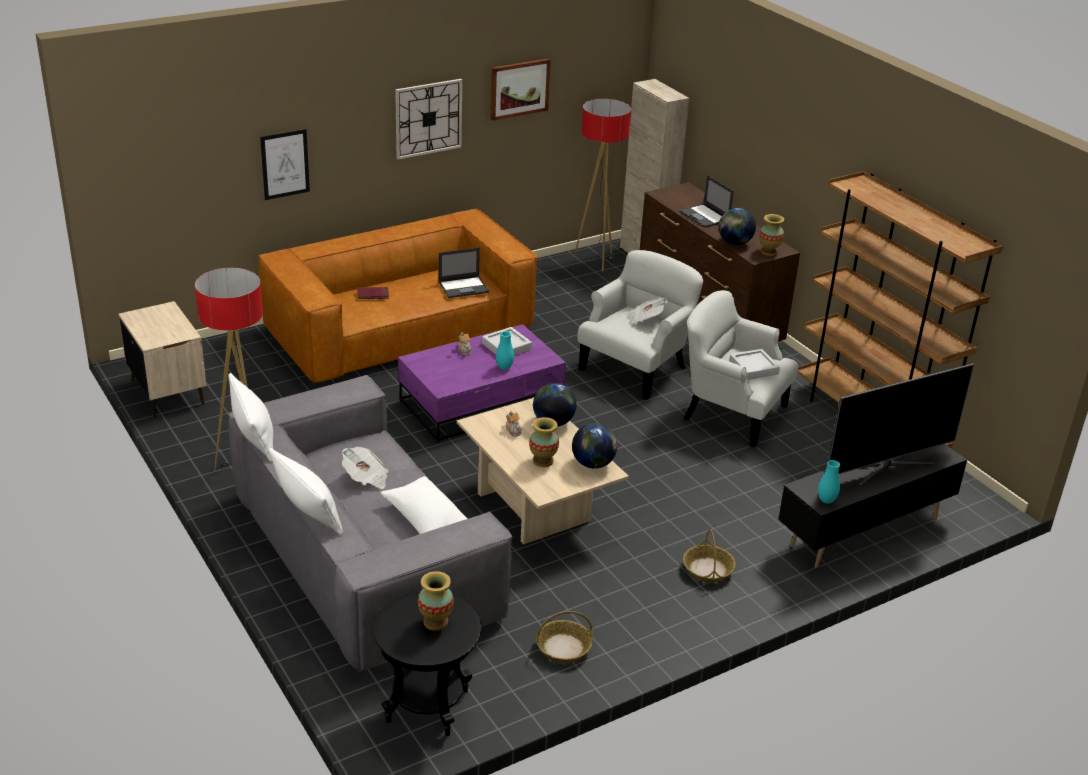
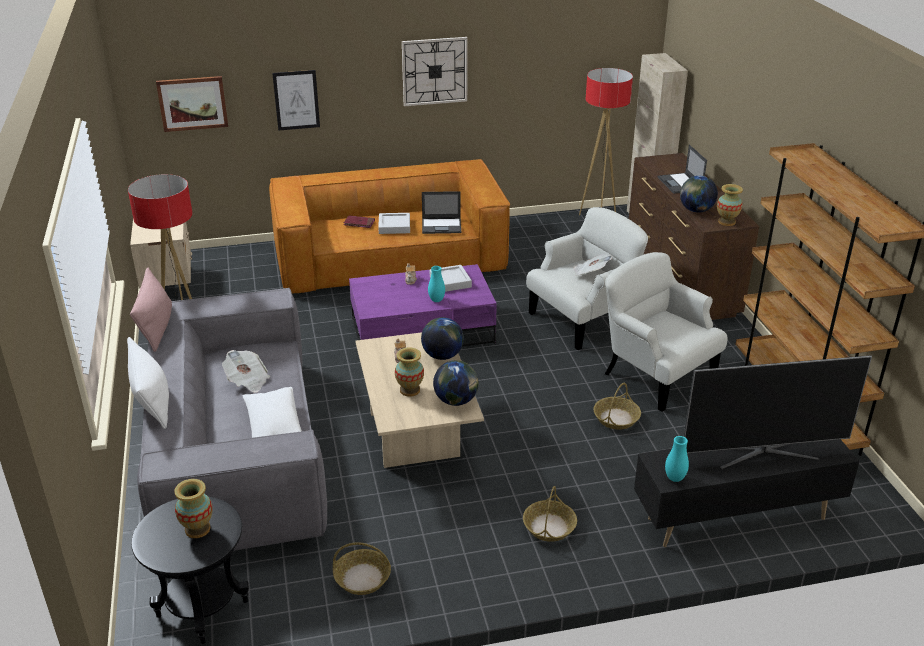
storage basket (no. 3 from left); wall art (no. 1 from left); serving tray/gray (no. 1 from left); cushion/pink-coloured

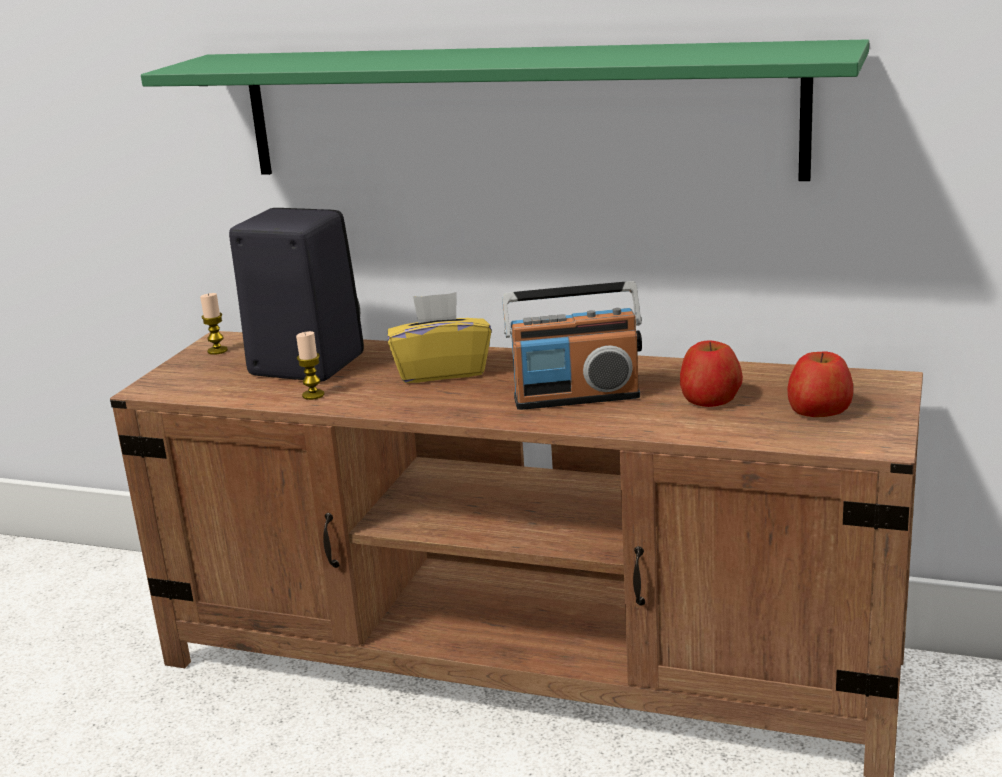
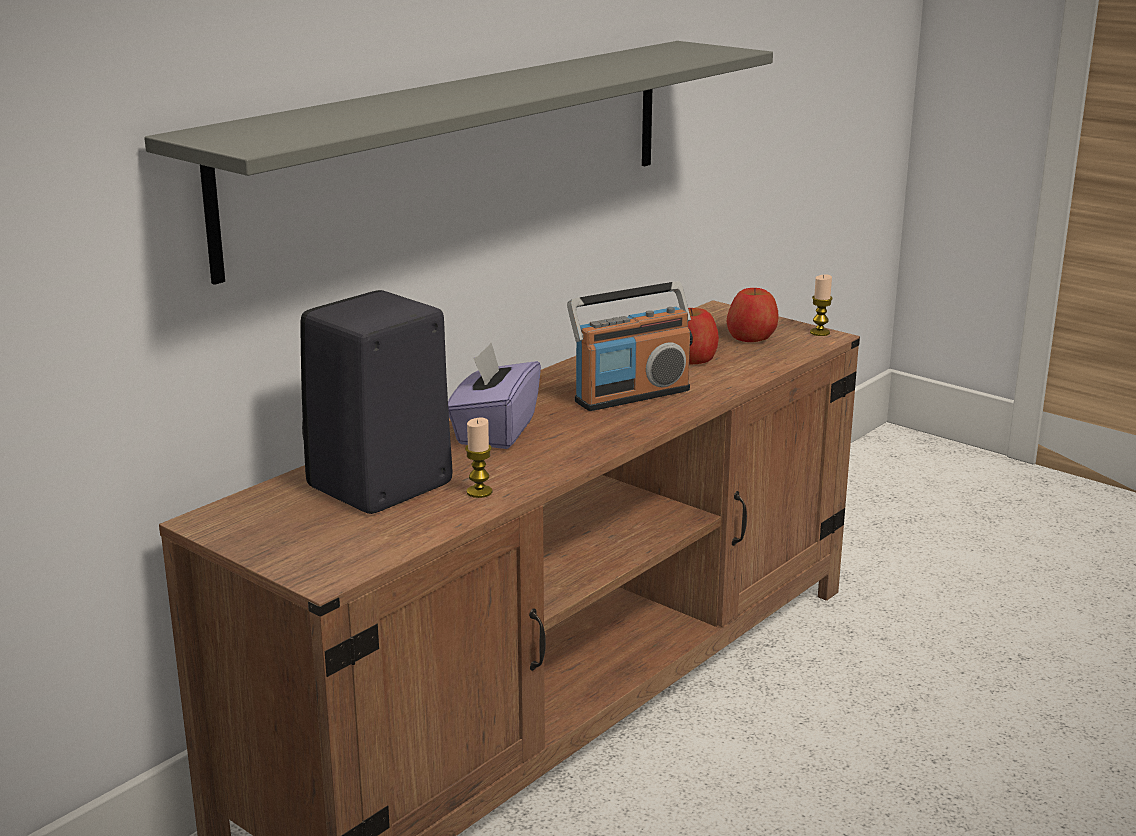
candle (no. 2 from left); wall shelf/gray; tissue holder/purple; radio set

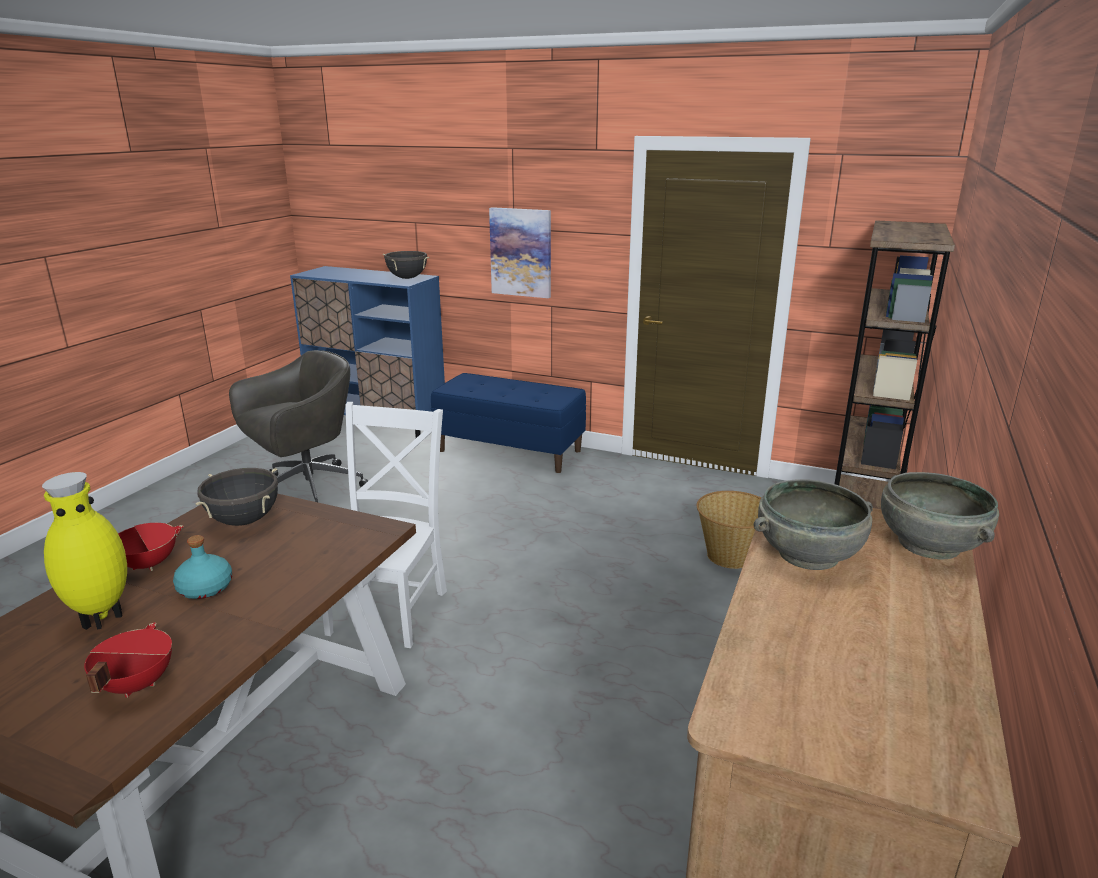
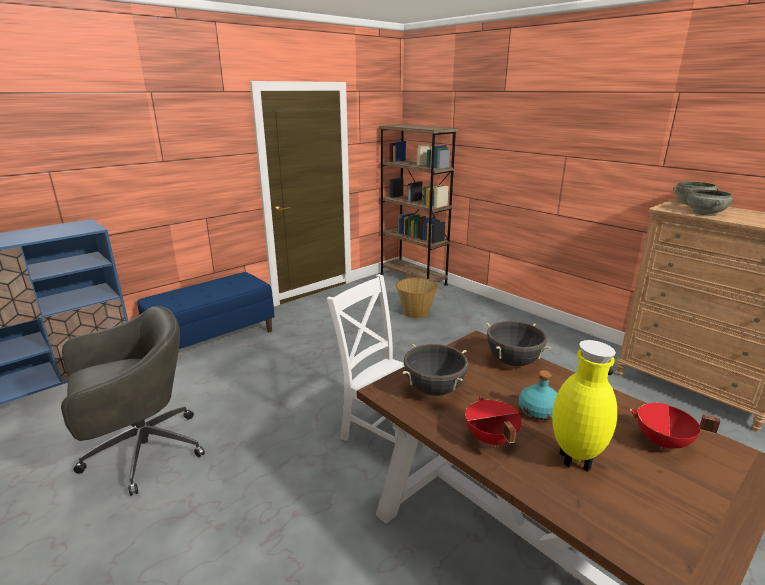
wall art; stockpot/black (no. 2 from left); office chair/gray

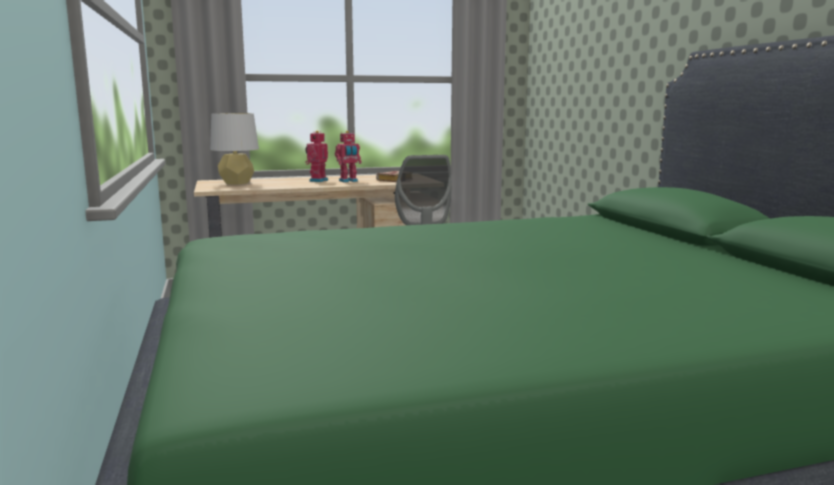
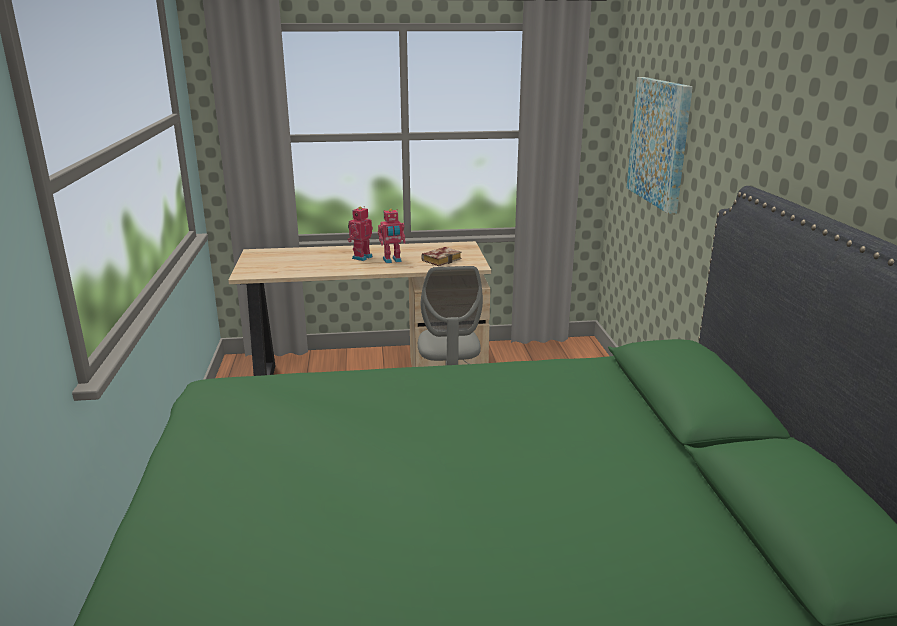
table lamp/gray; wall art

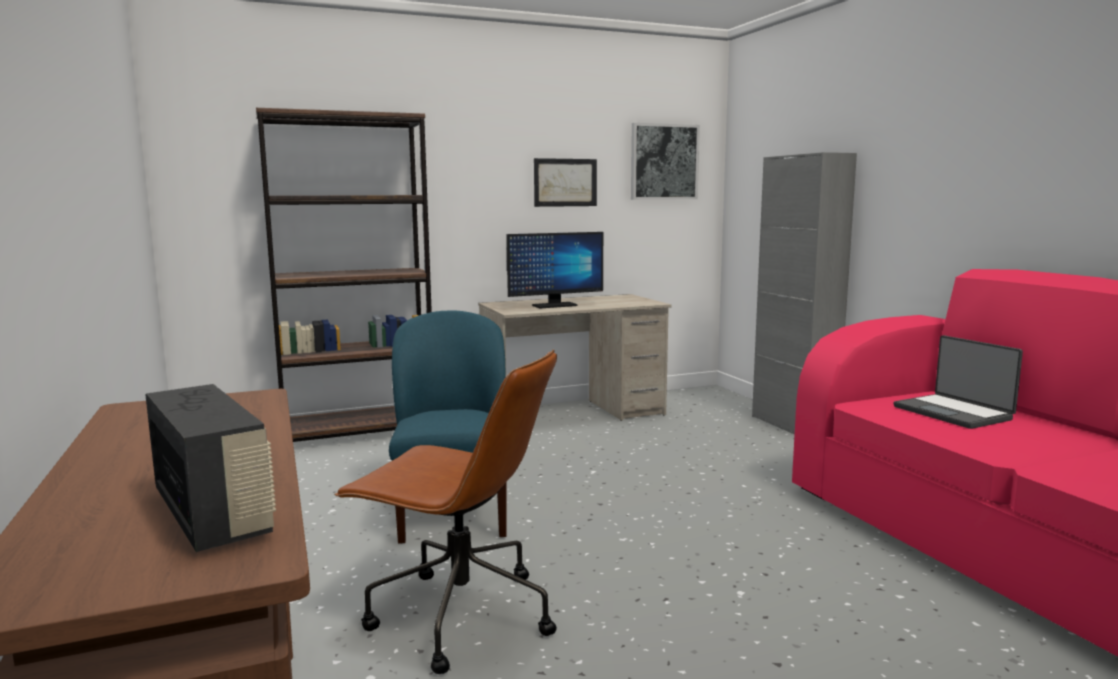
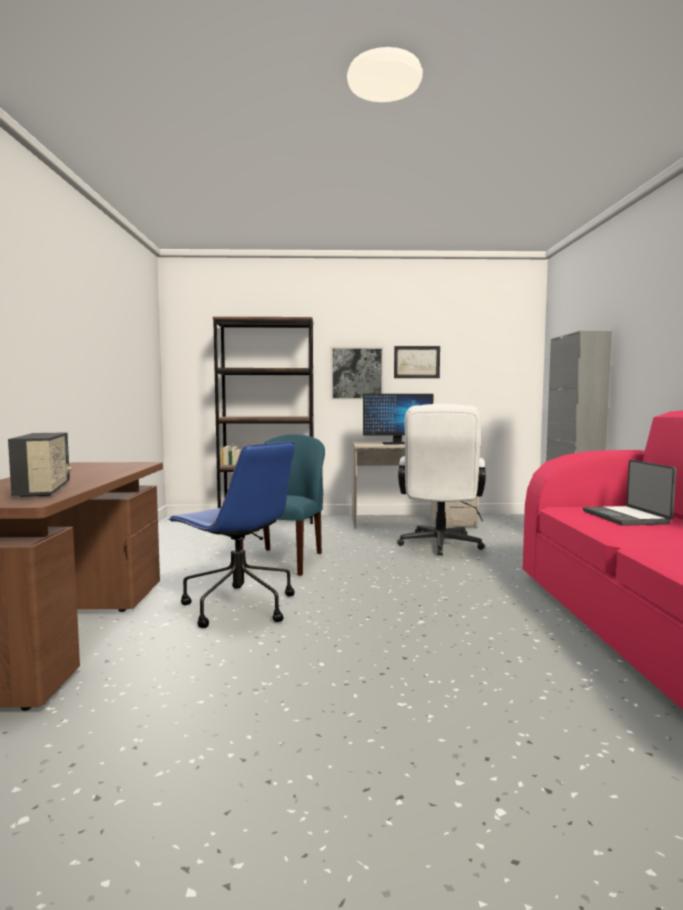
office chair/white; wall art (no. 1 from left); office chair/blue-coloured

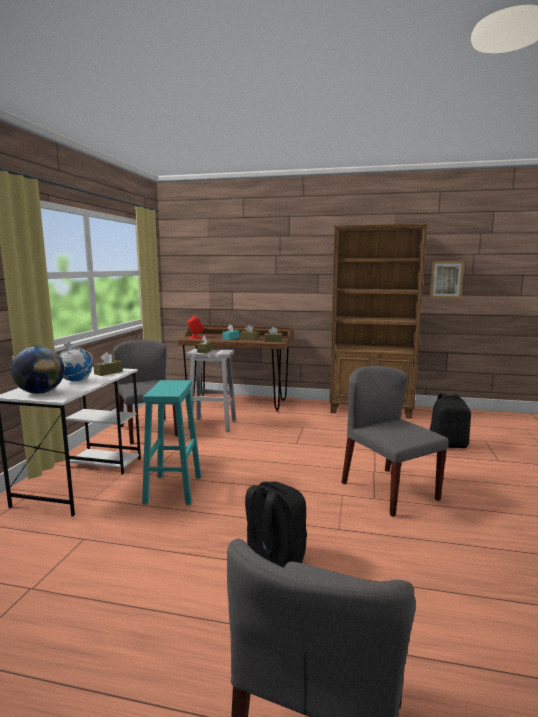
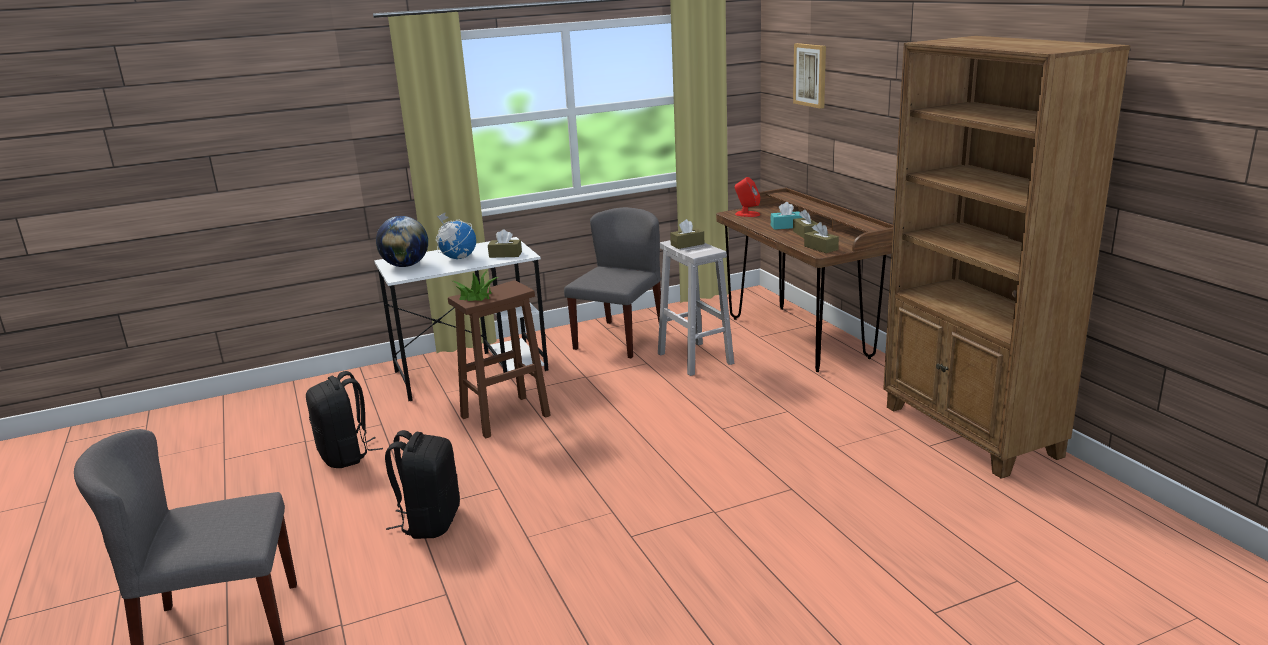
upright chair/gray (no. 3 from left in the first image); potted plant; wall art; rucksack/black (no. 1 from left); stool seat/brown-coloured

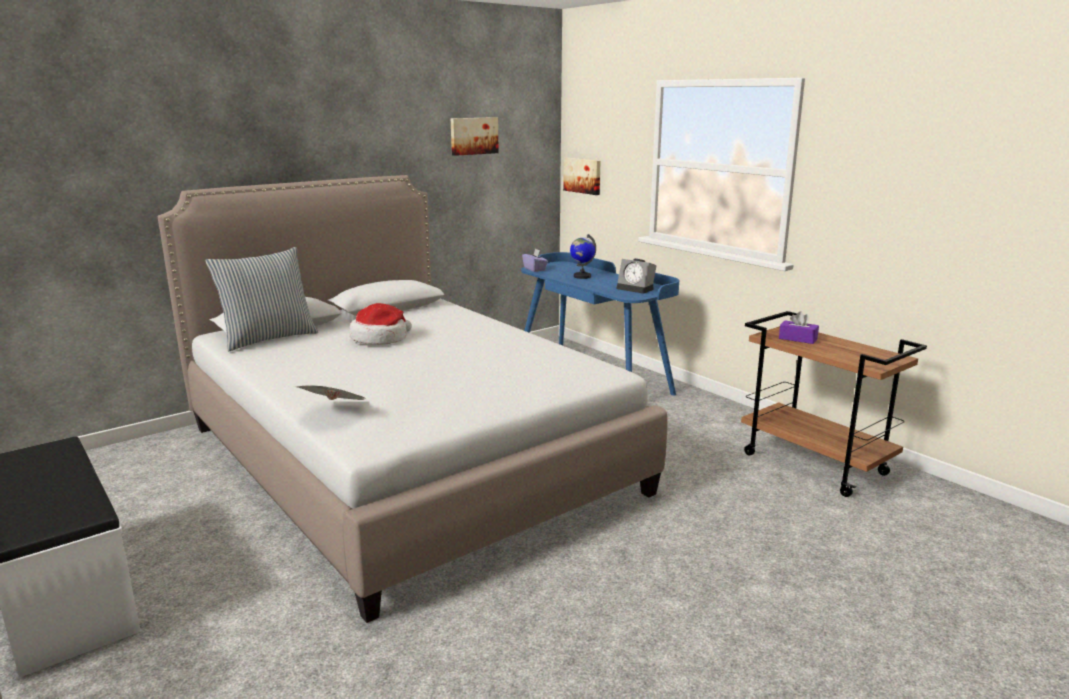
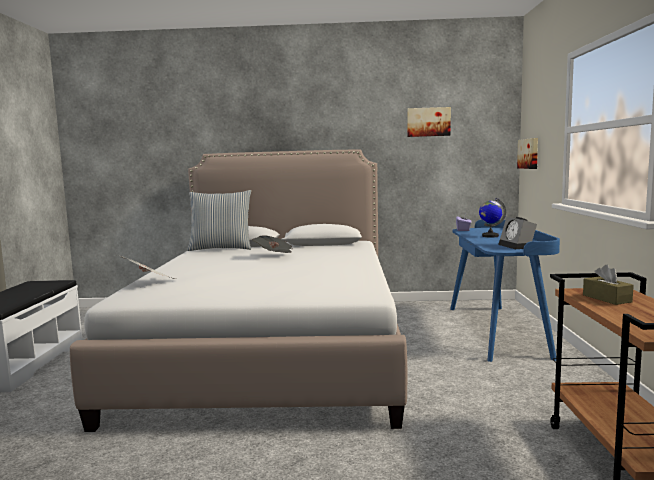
newspaper (no. 2 from left); tissue holder/brown-coloured

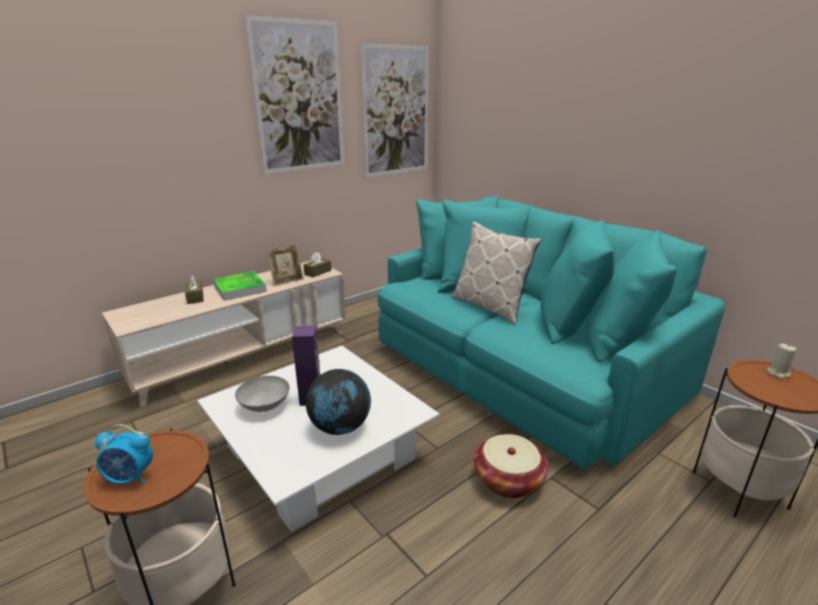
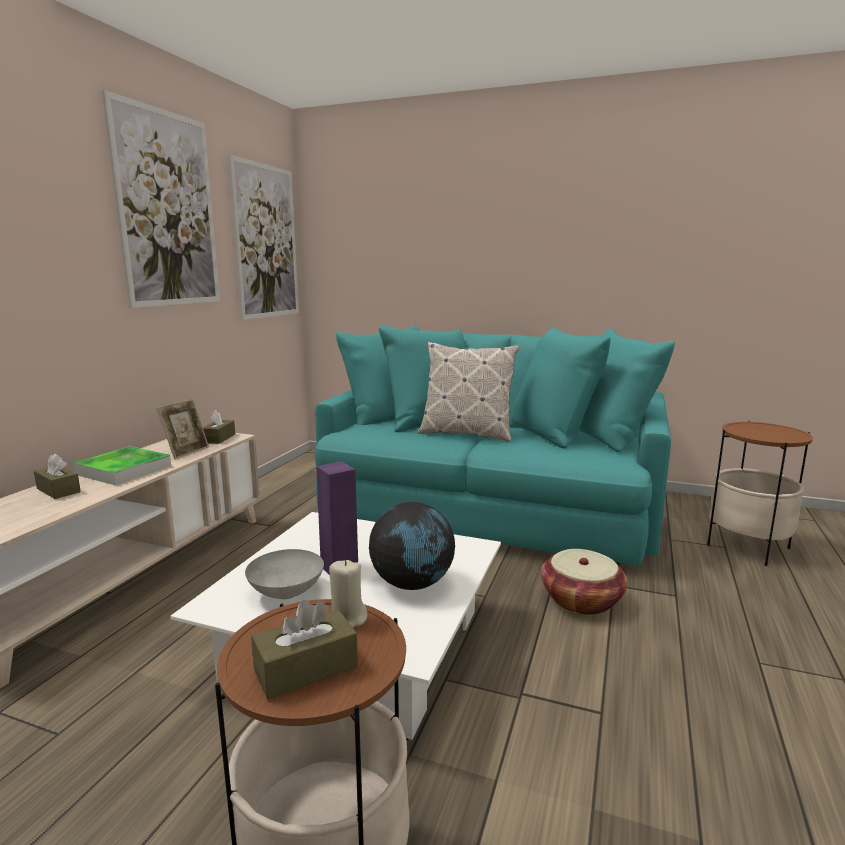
candle/beige; tissue holder/brown-coloured (no. 3 from left)

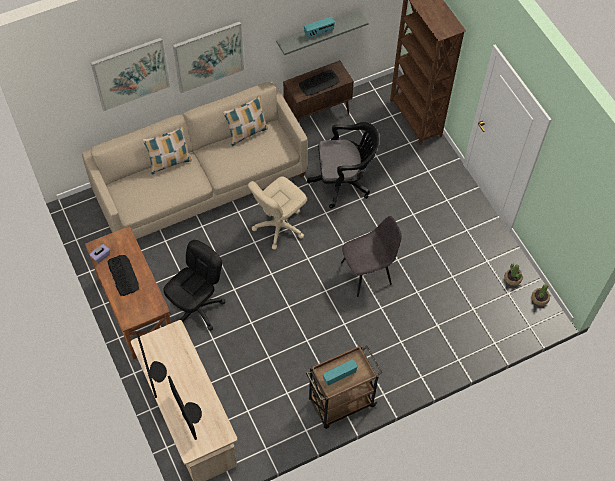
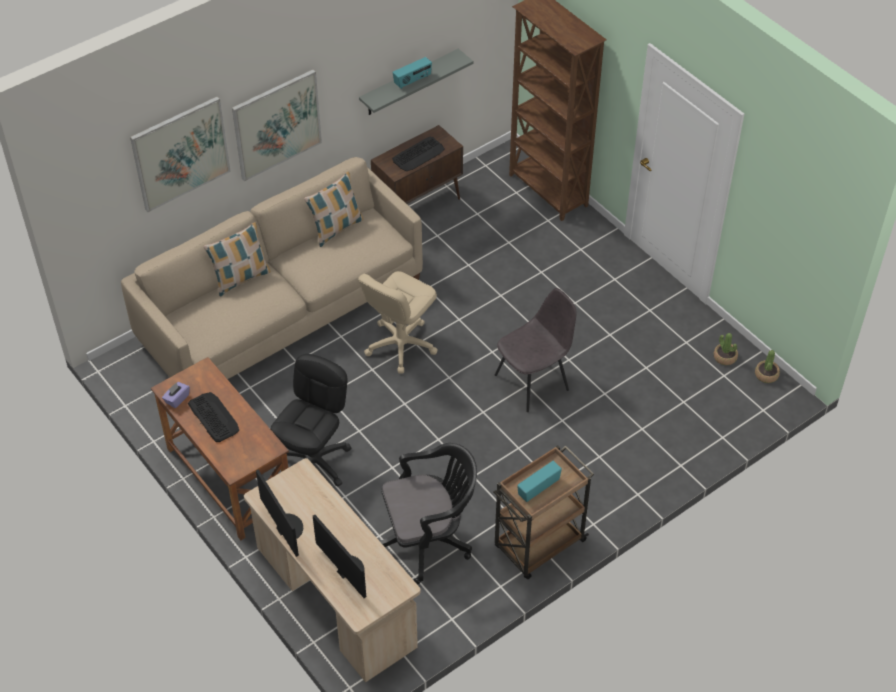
office chair/black (no. 2 from left)

